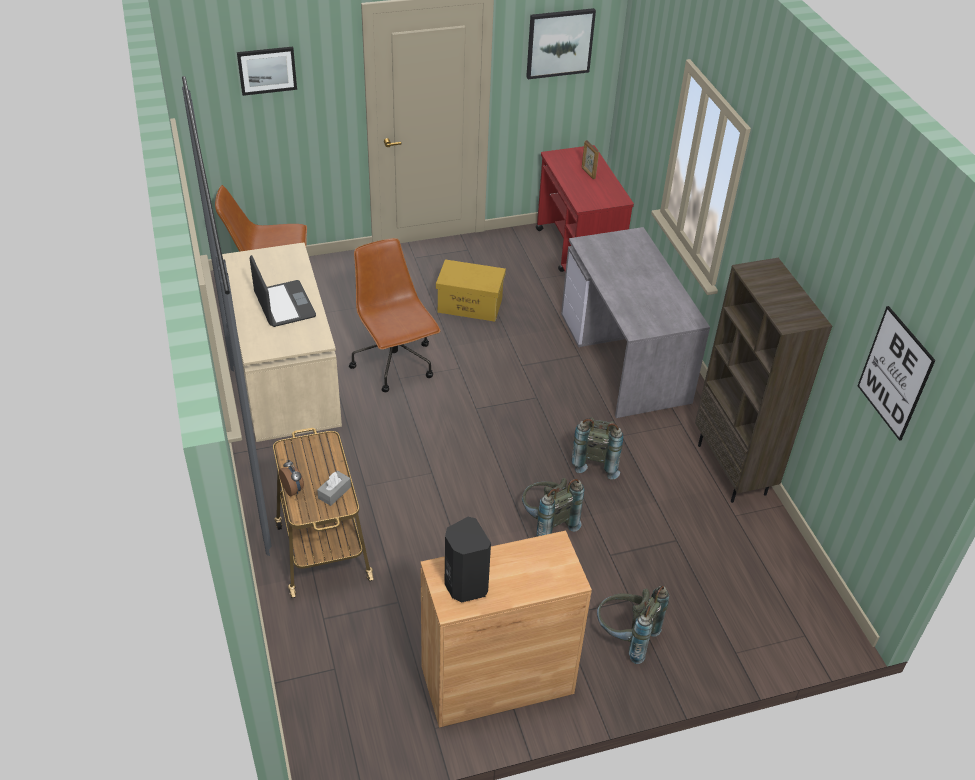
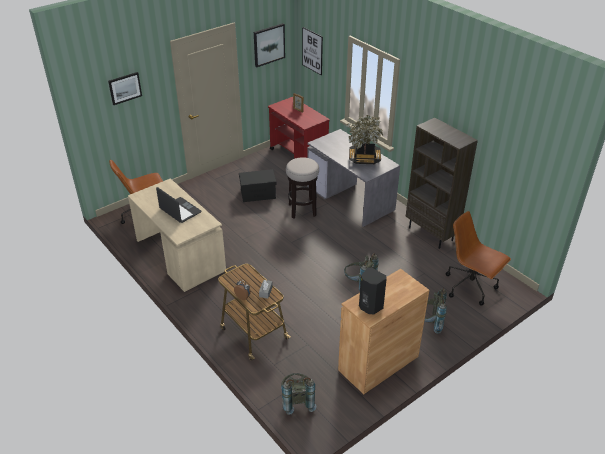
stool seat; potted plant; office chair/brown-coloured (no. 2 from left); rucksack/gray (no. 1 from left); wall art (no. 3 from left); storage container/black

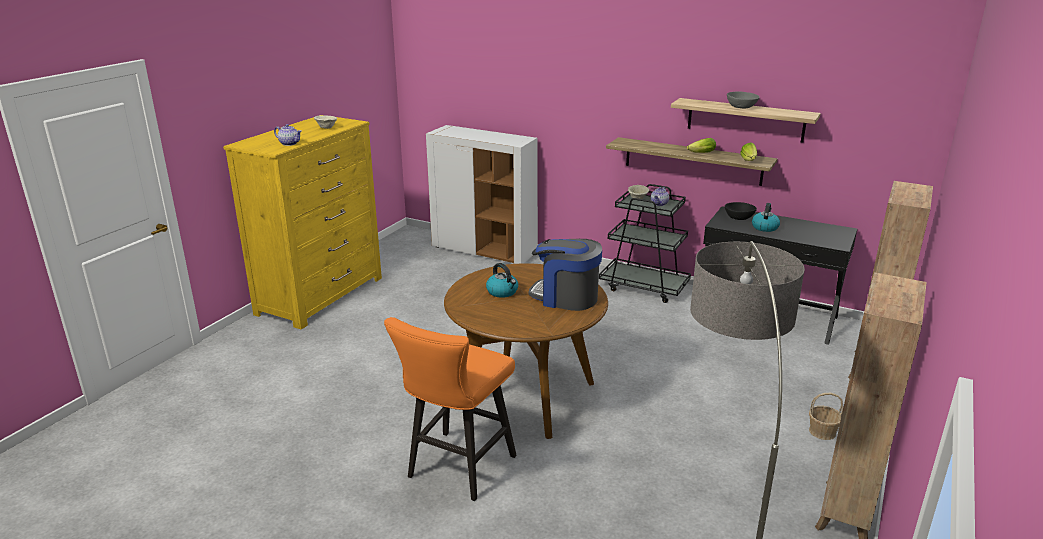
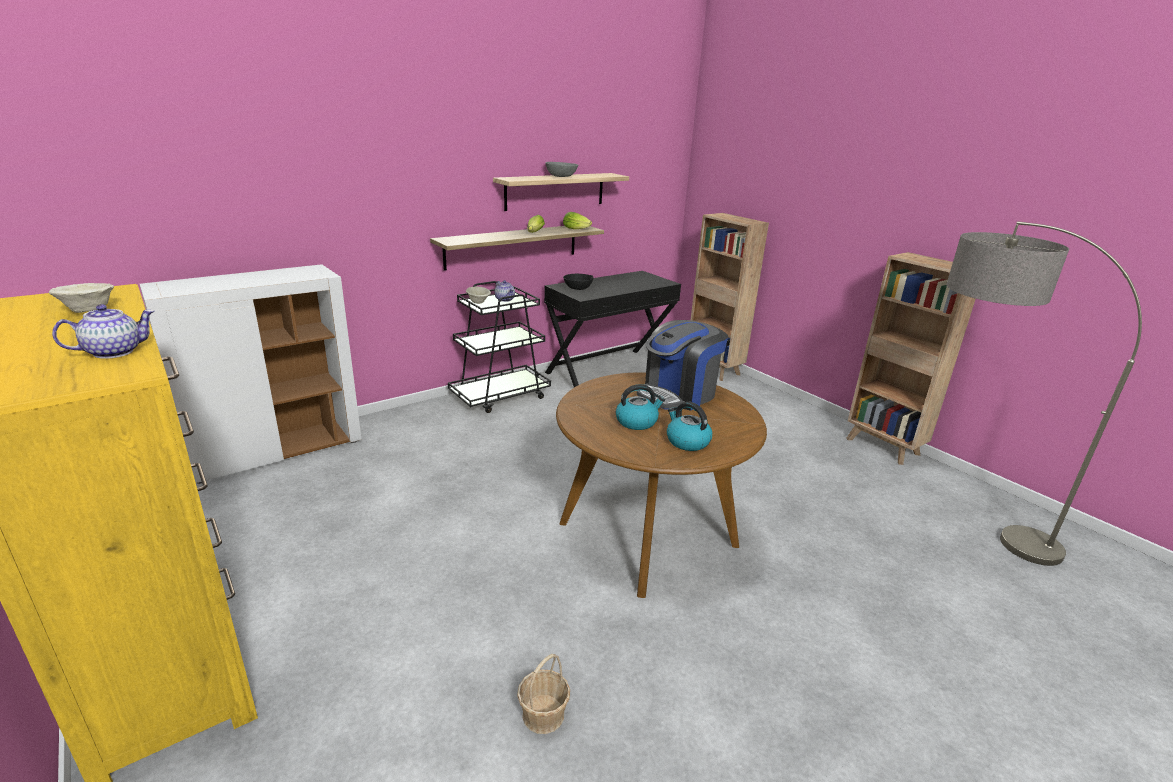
stool seat/orange-coloured; kettle (no. 2 from left); storage basket

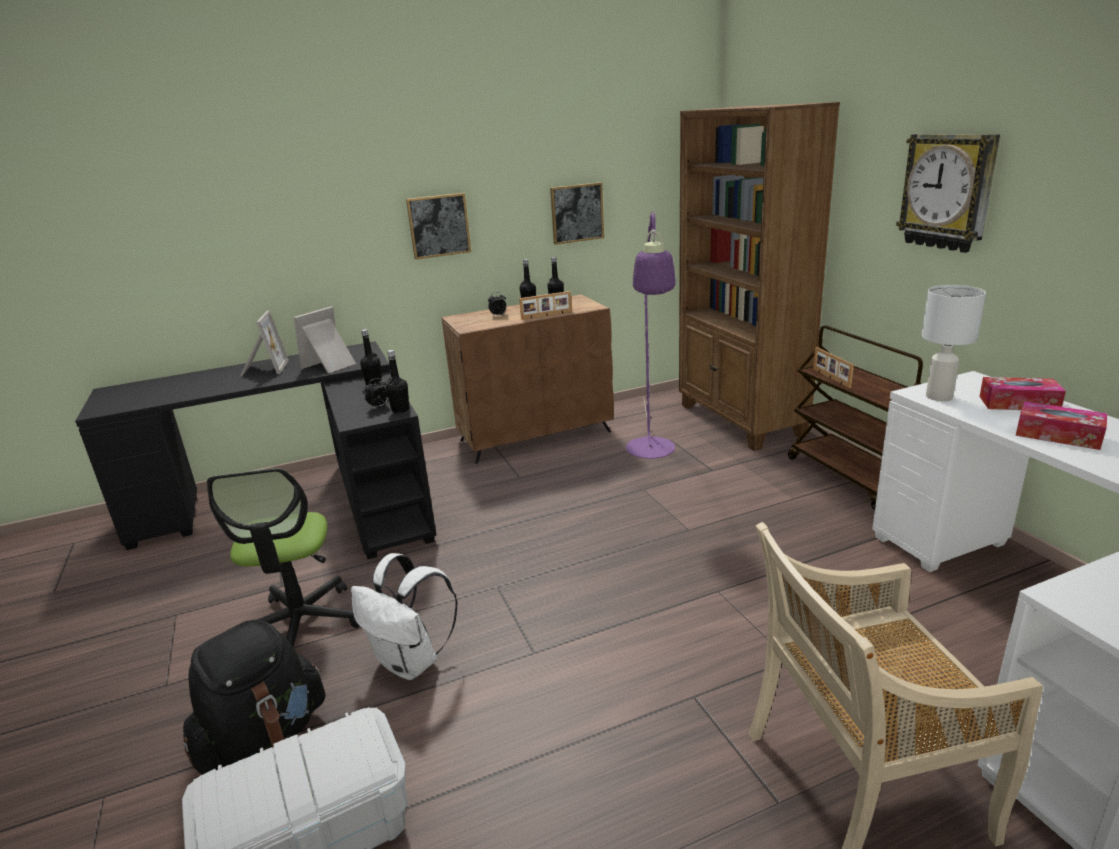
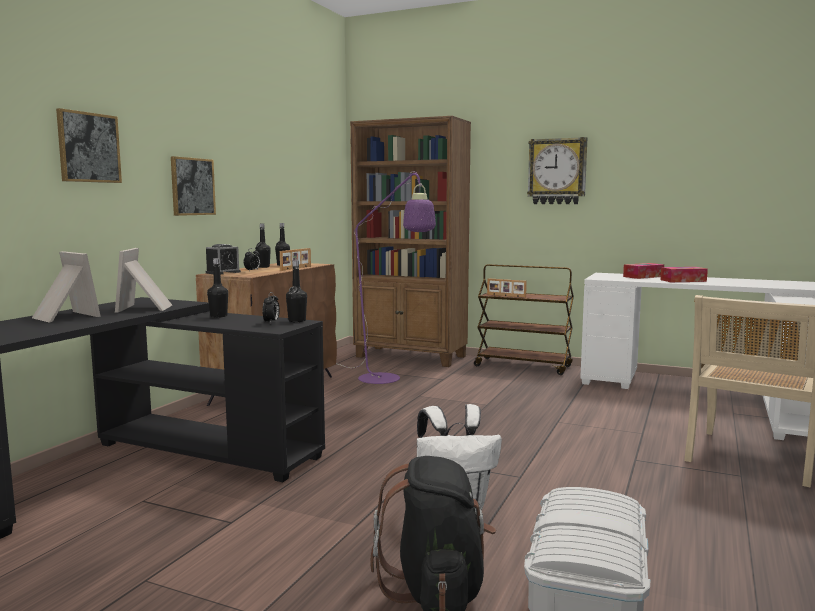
office chair; table lamp/white; alarm clock (no. 1 from left); wall art (no. 1 from left)

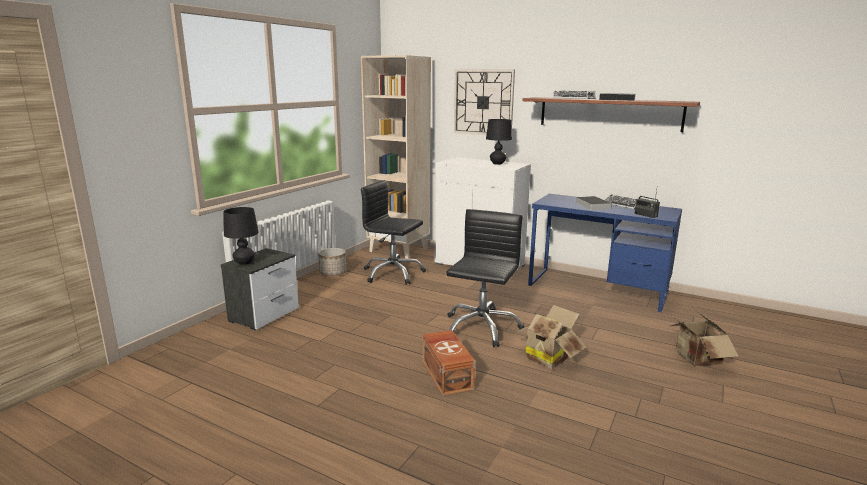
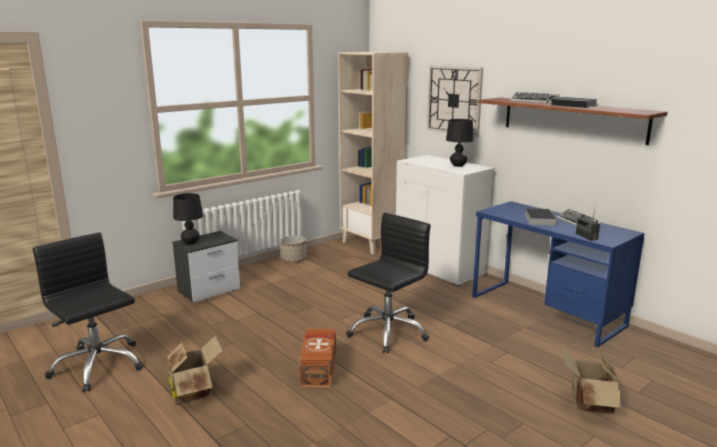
office chair/black (no. 1 from left); packing box (no. 1 from left)

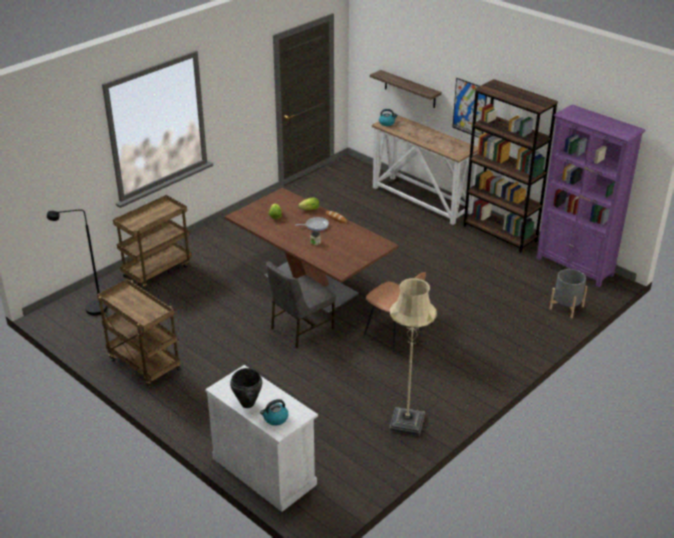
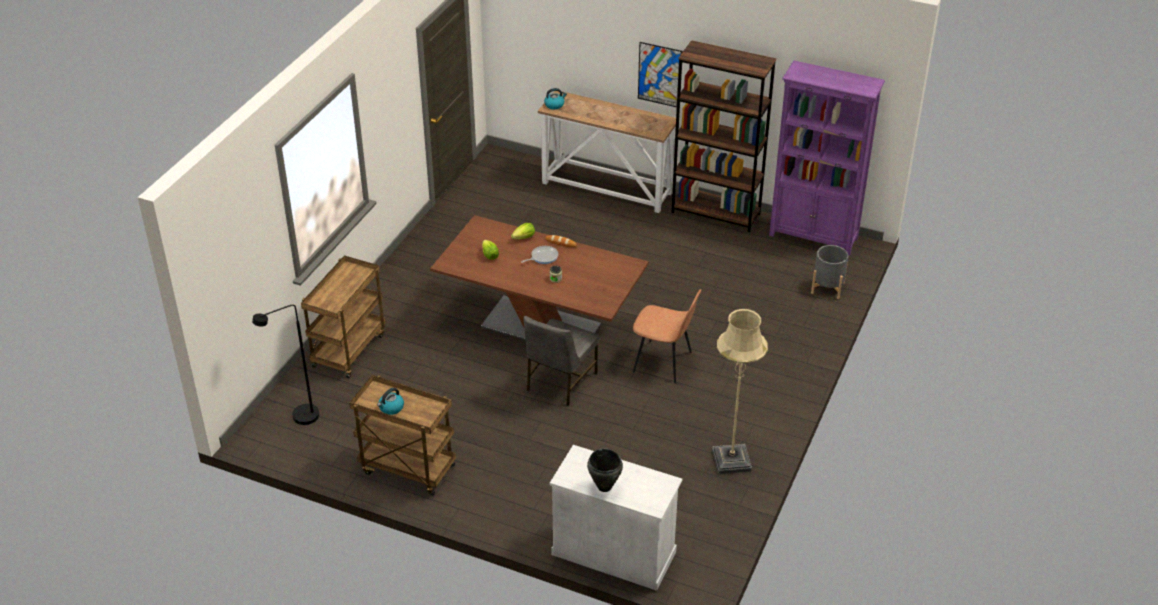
wall shelf; kettle (no. 1 from left)

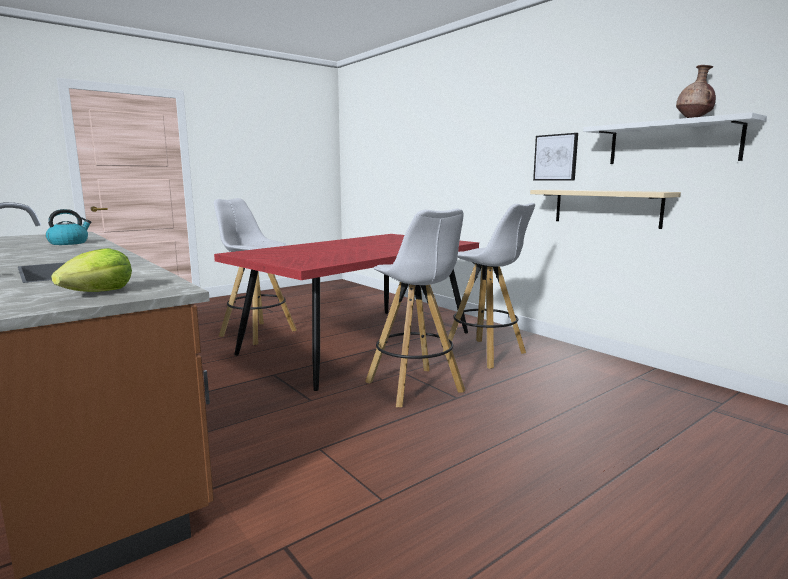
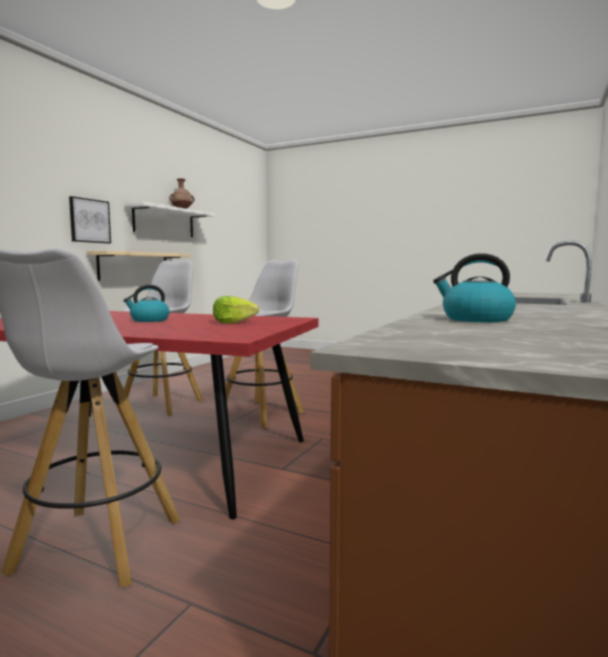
kettle (no. 1 from left); lettuce

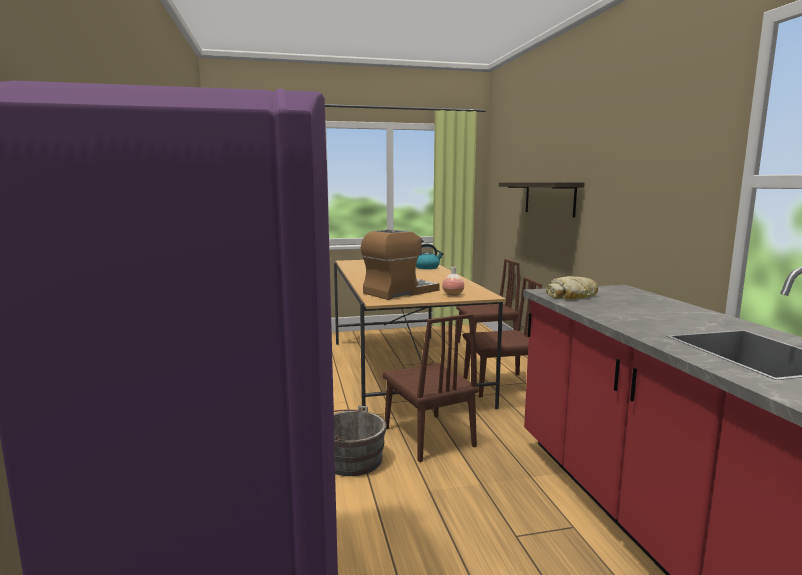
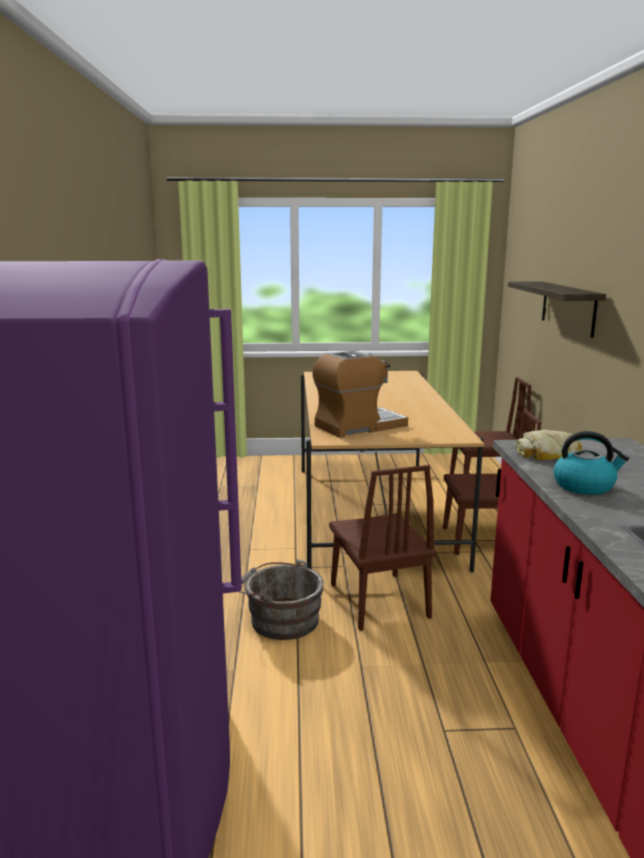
vase; kettle

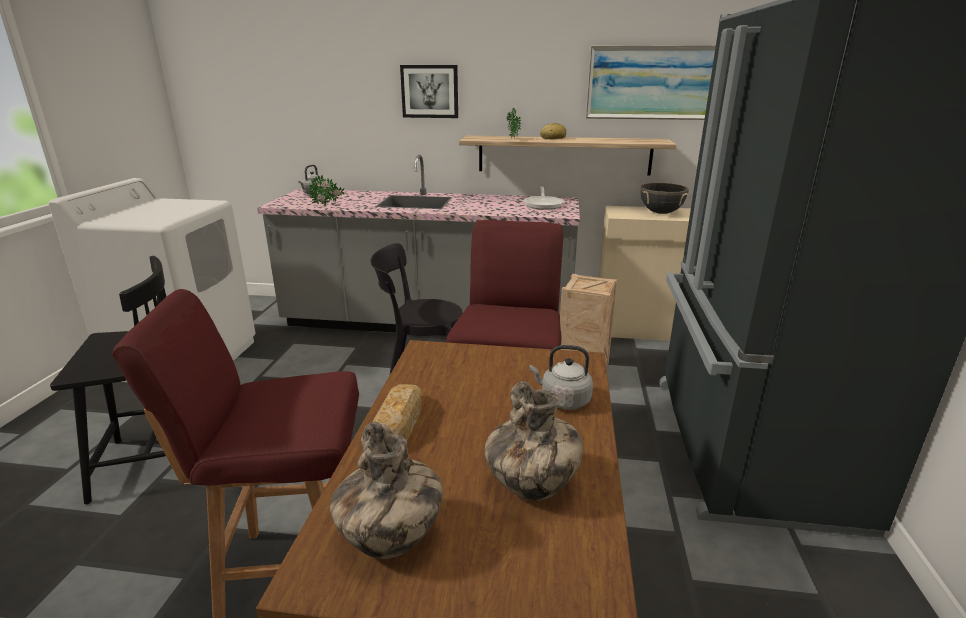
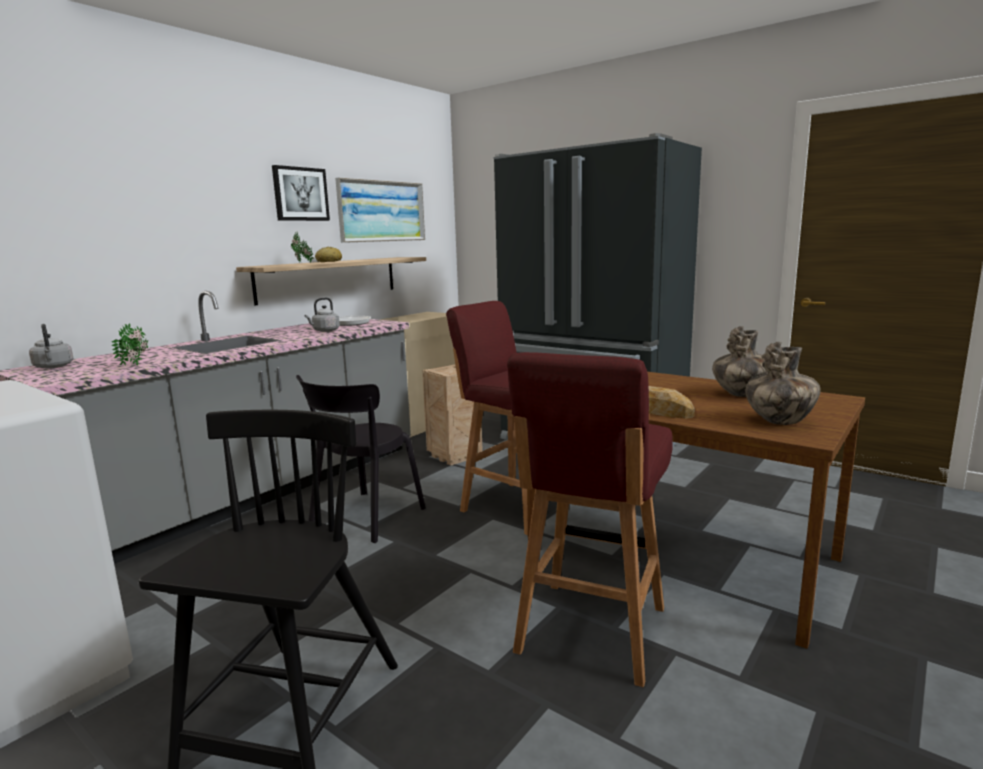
stockpot/black; wall art (no. 1 from left); kettle/gray (no. 2 from left)

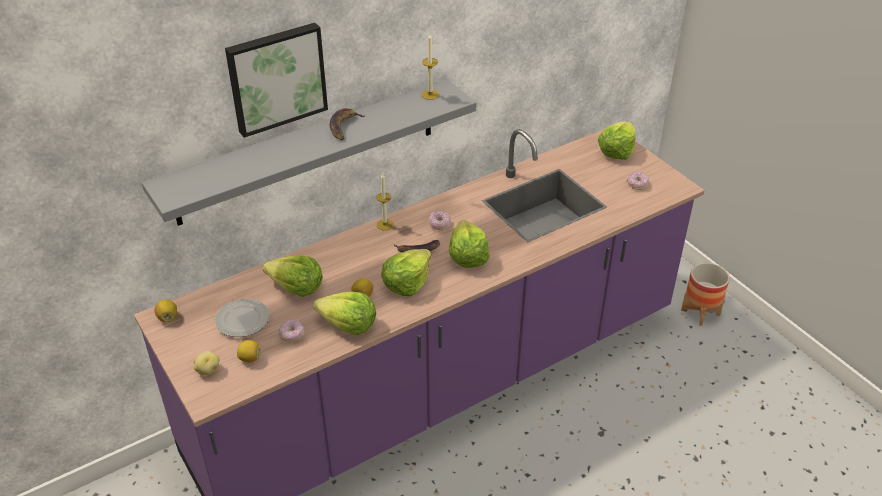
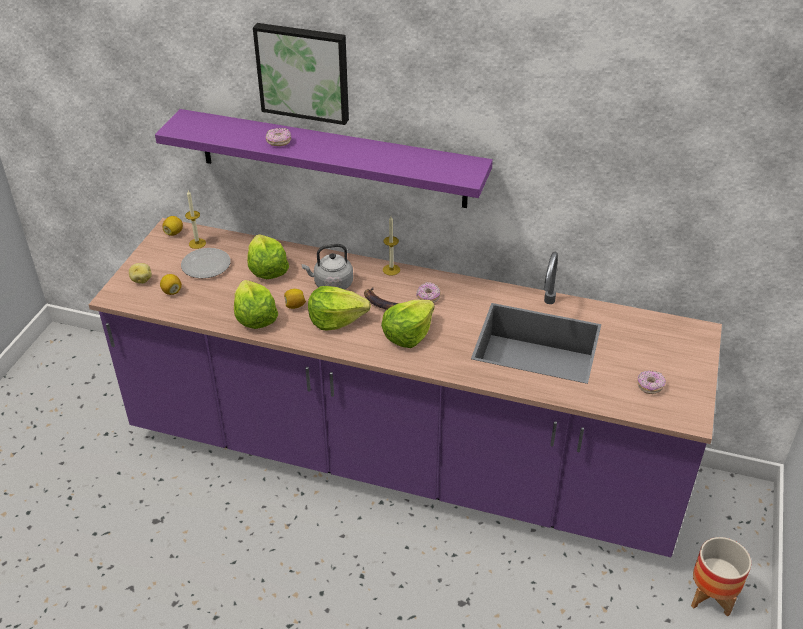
banana (no. 1 from left in the first image); lettuce (no. 5 from left in the first image); kettle/gray; donut (no. 1 from left); candle (no. 1 from left); wall shelf/purple

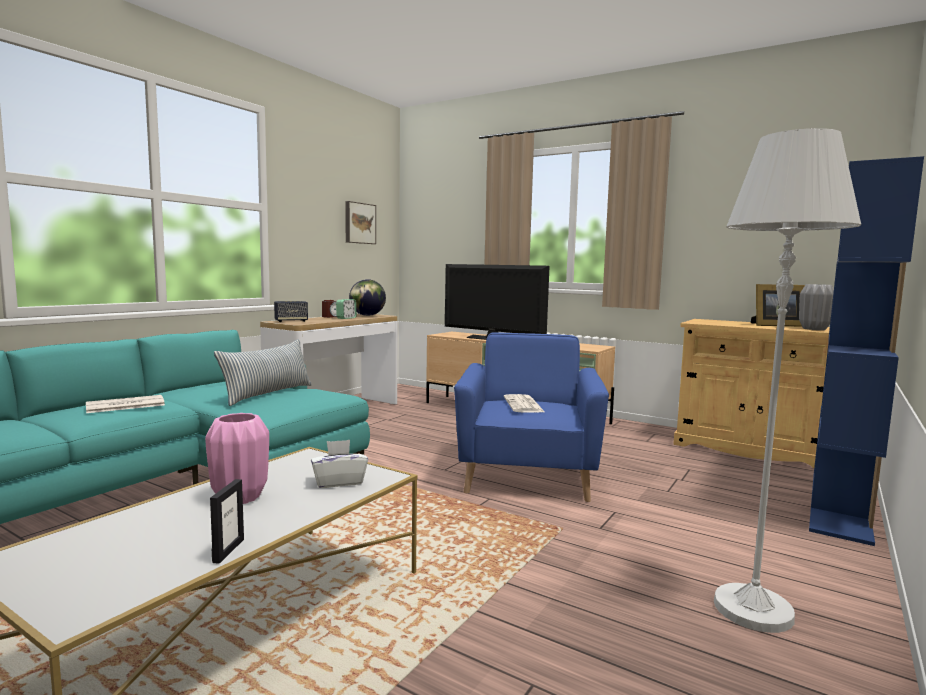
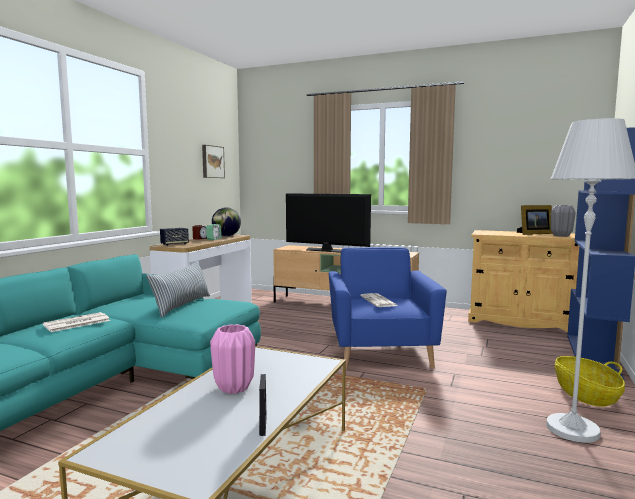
tissue holder/white; storage basket

